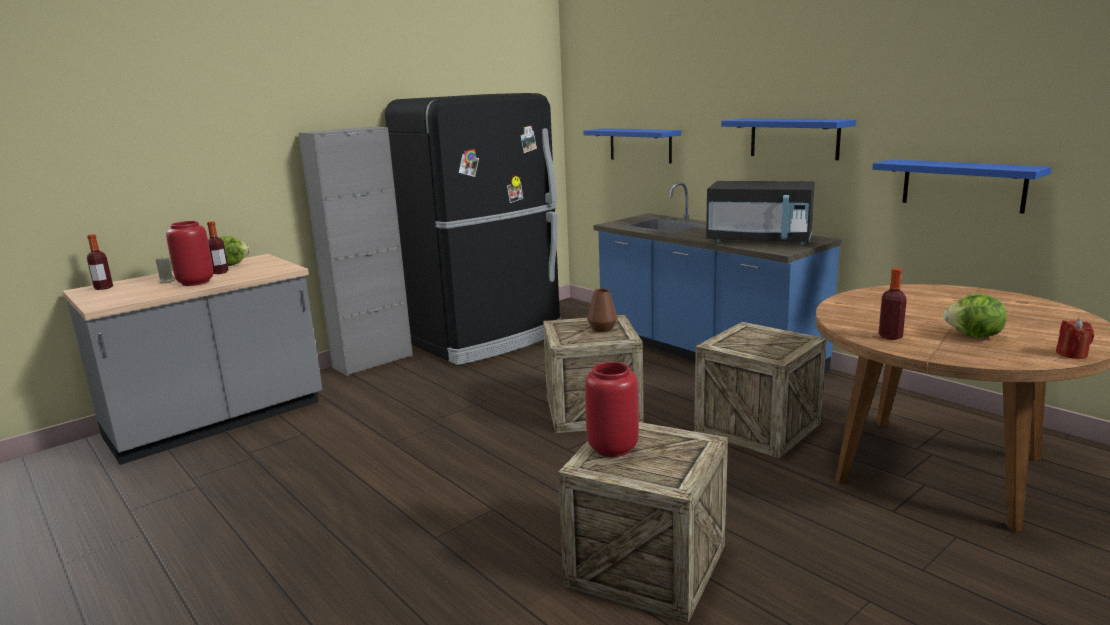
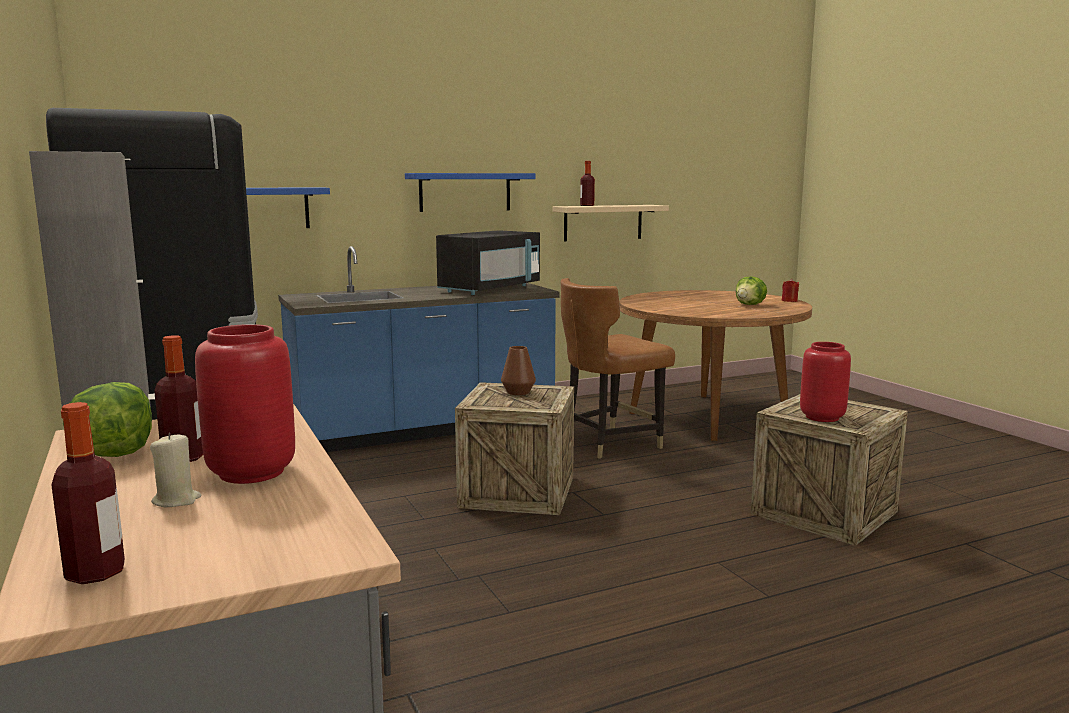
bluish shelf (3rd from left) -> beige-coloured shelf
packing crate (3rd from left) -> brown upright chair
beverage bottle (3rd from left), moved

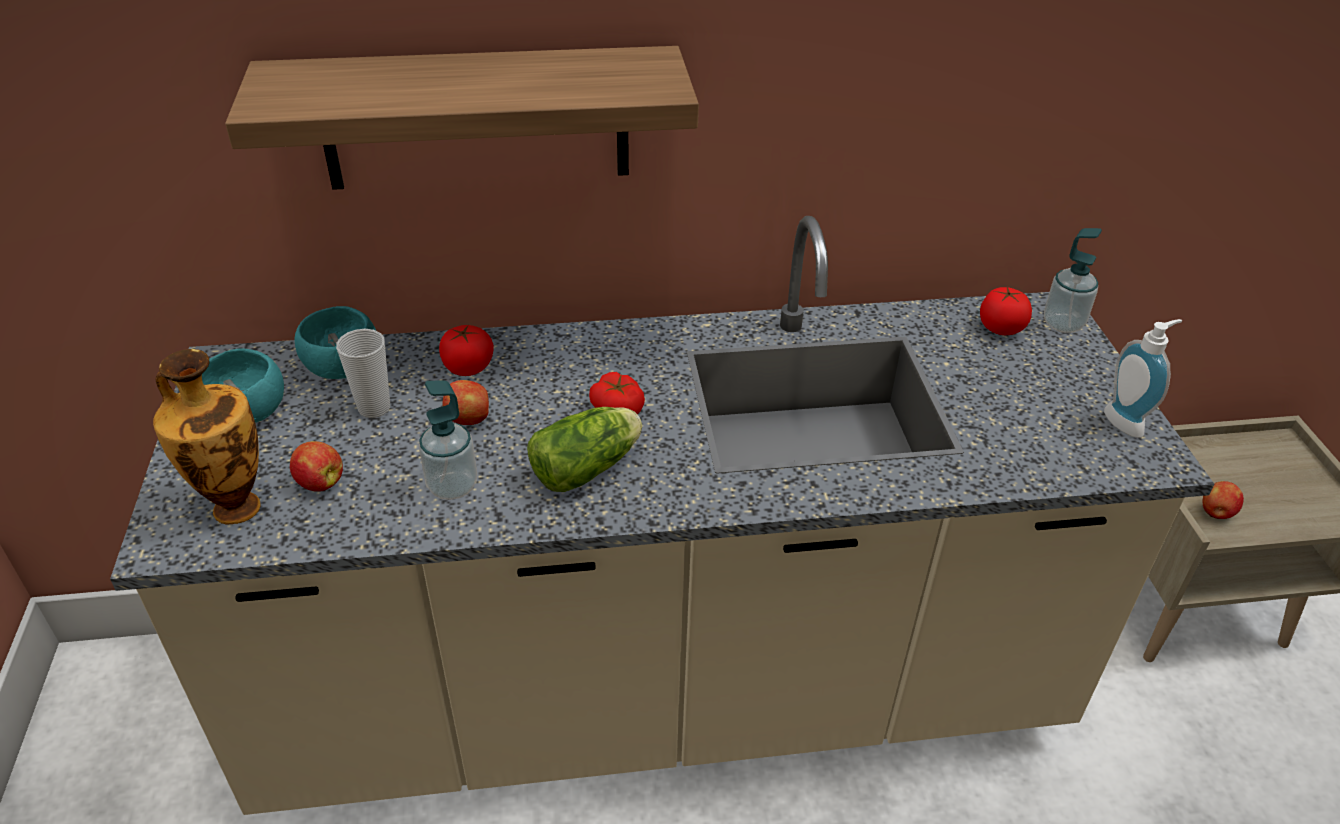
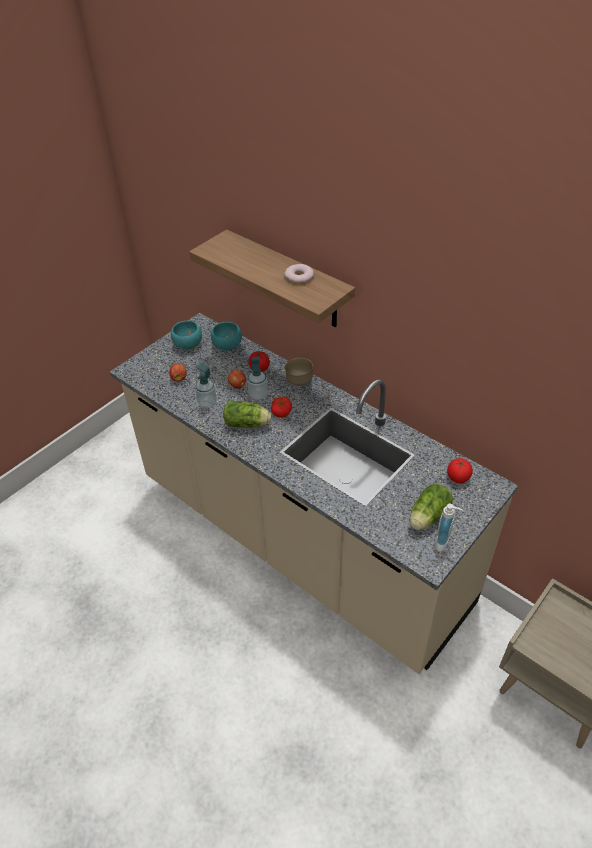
soap bottle (2nd from left), moved
none -> donut
none -> brown bowl
none -> lettuce (2nd from left)
decorative vase -> none
drinking cup -> none
apple (3rd from left) -> none

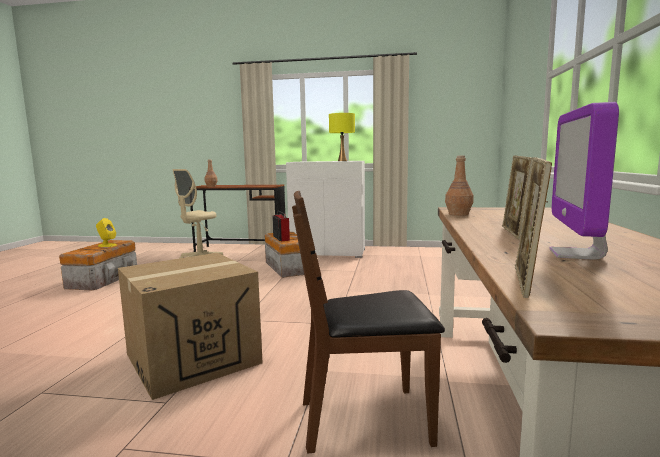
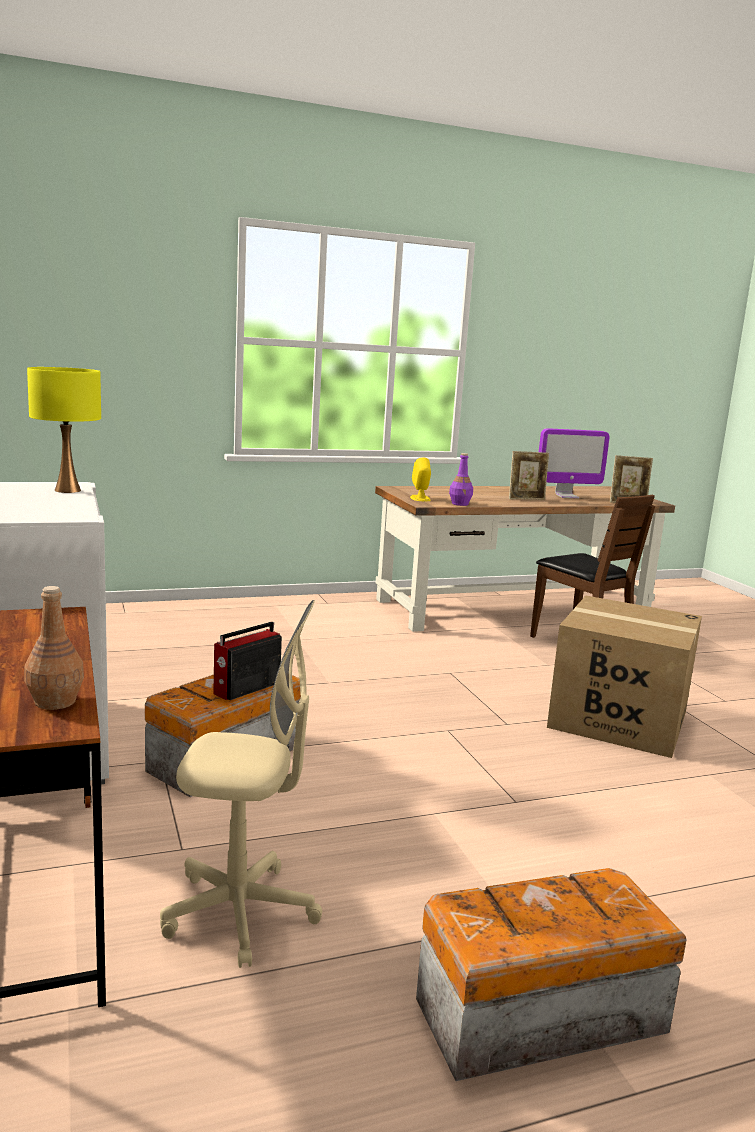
yellowish loudspeaker, moved
brown beverage bottle (2nd from left) -> purple-coloured beverage bottle

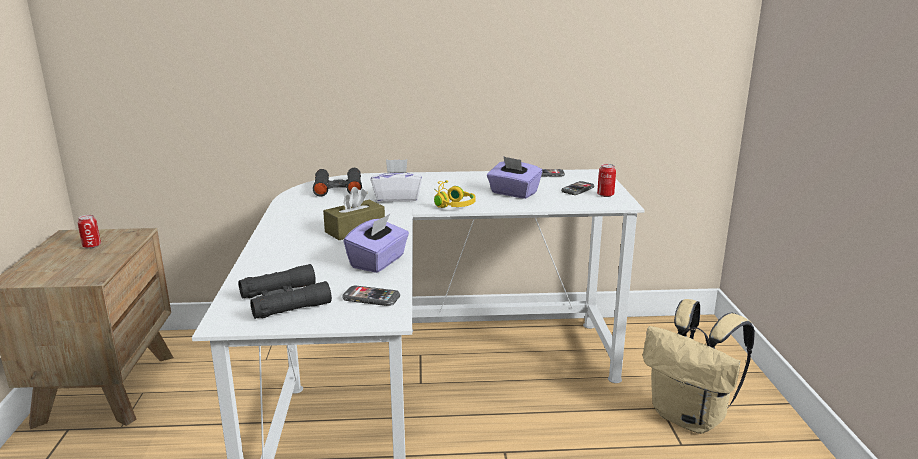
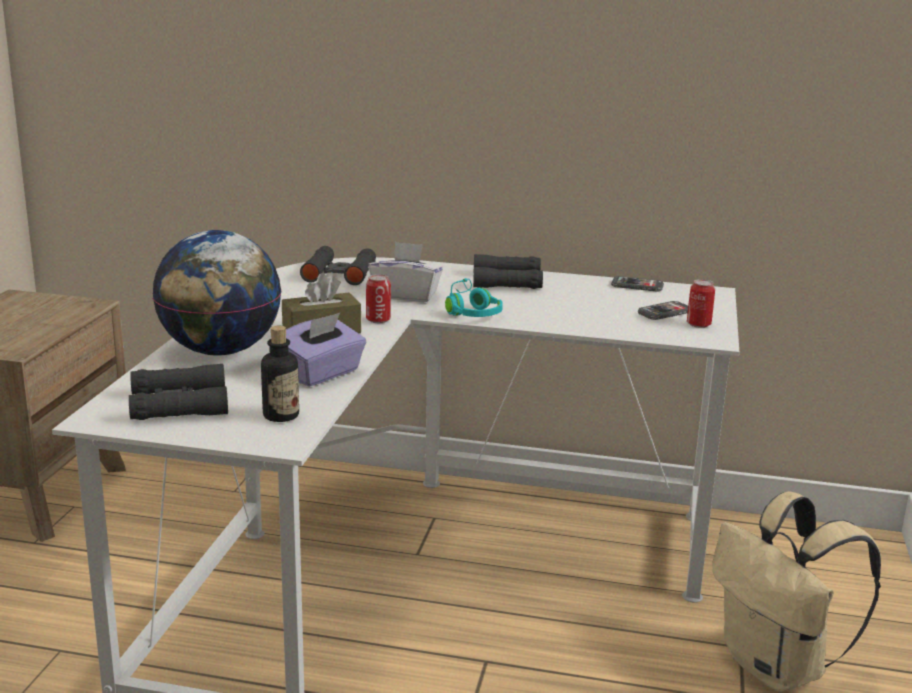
none -> desk globe
telephone (1st from left) -> beverage bottle
sealed can (1st from left), moved
yellowish pair of headphones -> turquoise pair of headphones
none -> black pair of binoculars (3rd from left)
purple-coloured box of tissues (2nd from left) -> none

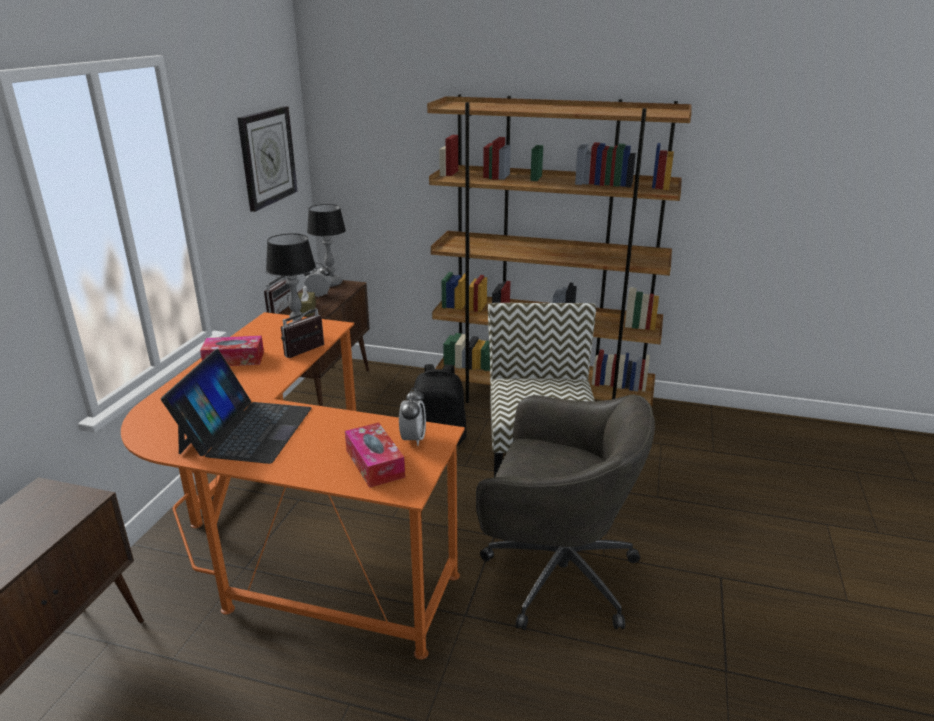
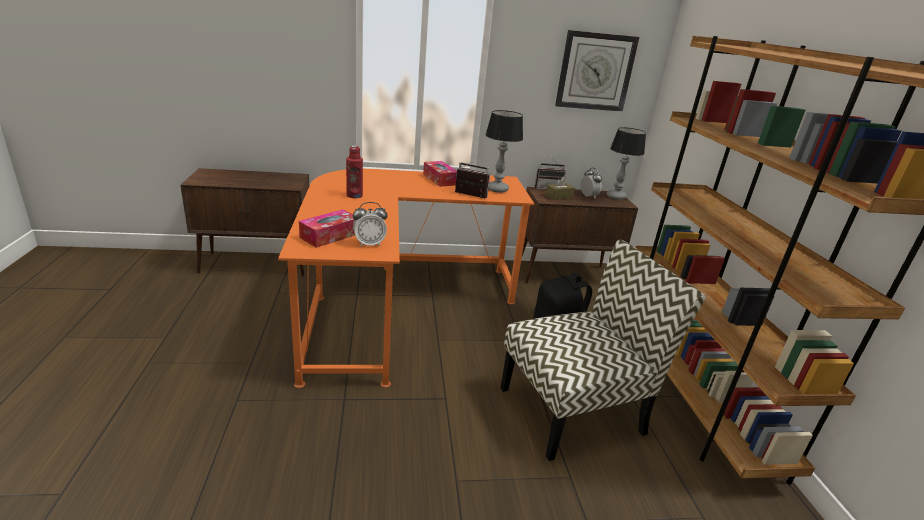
laptop -> red-coloured beverage bottle
greyish computer chair -> none

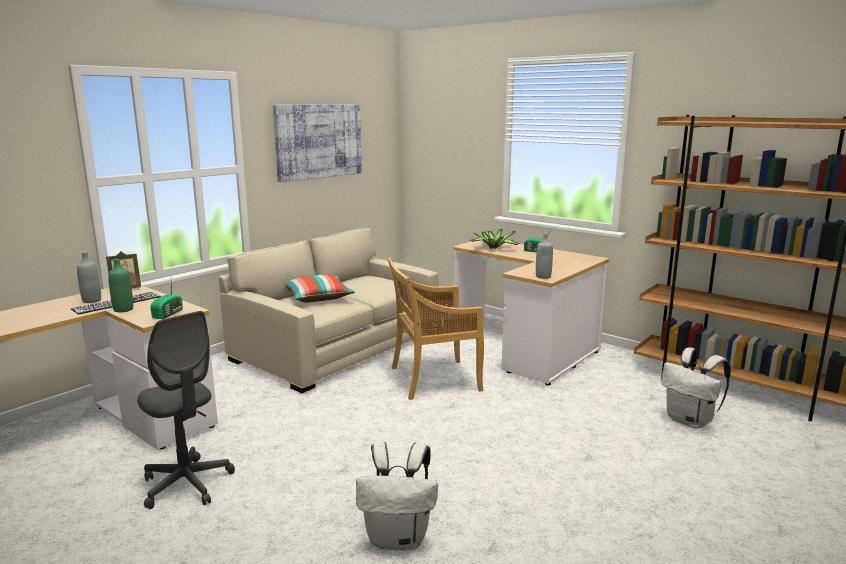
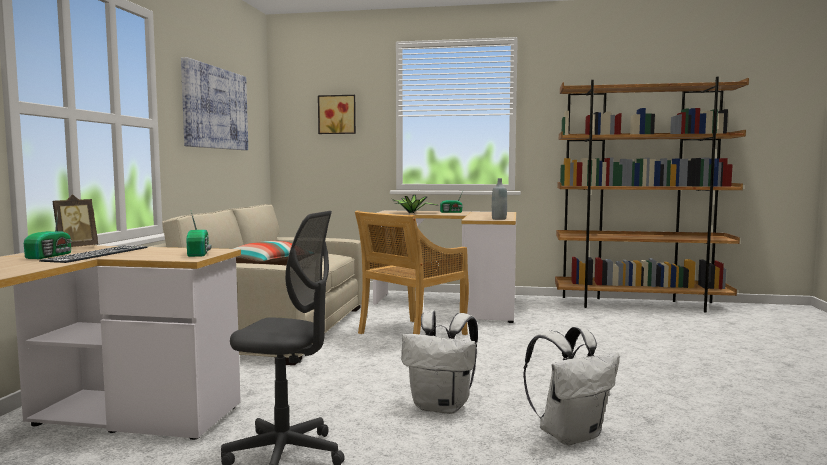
greyish beverage bottle (1st from left) -> radio set (1st from left)
none -> wall picture (2nd from left)
whitish rucksack (2nd from left in the first image) -> whitish rucksack (1st from left), moved
greenish beverage bottle -> none

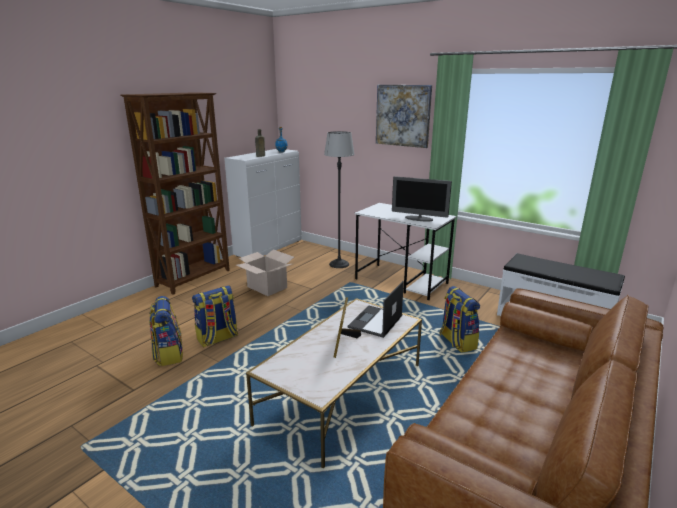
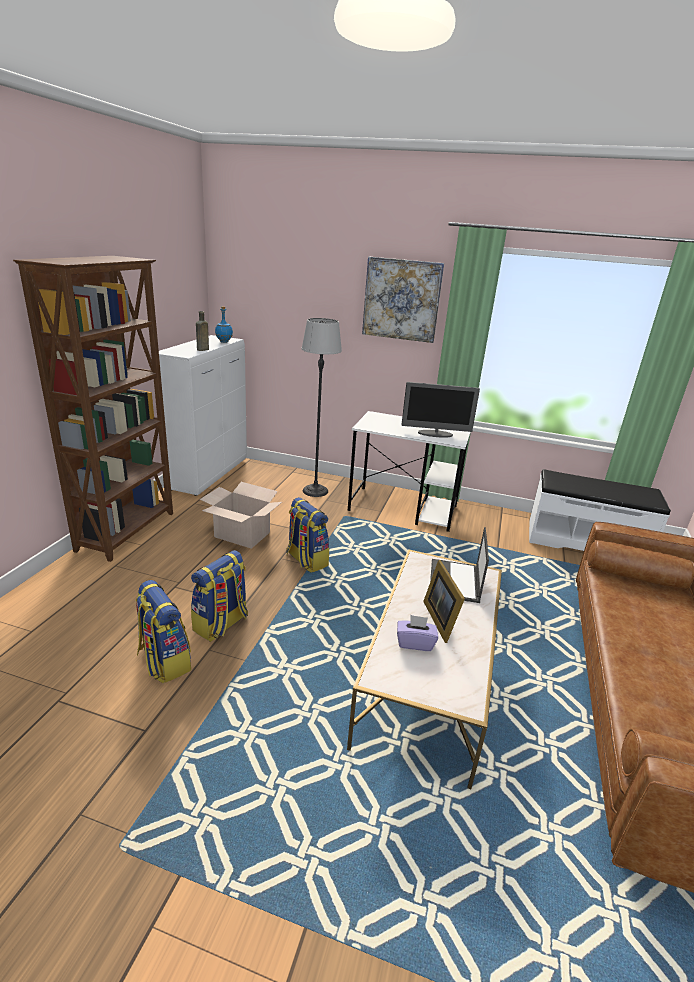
rucksack (3rd from left), moved
none -> purple-coloured box of tissues

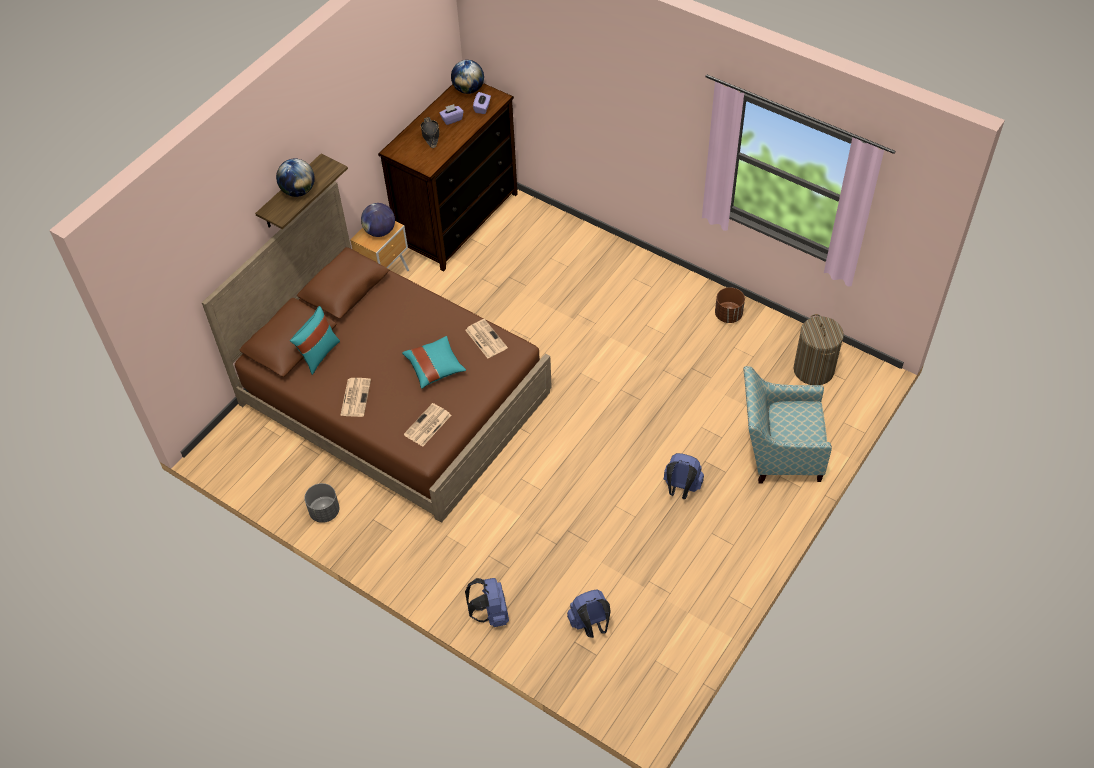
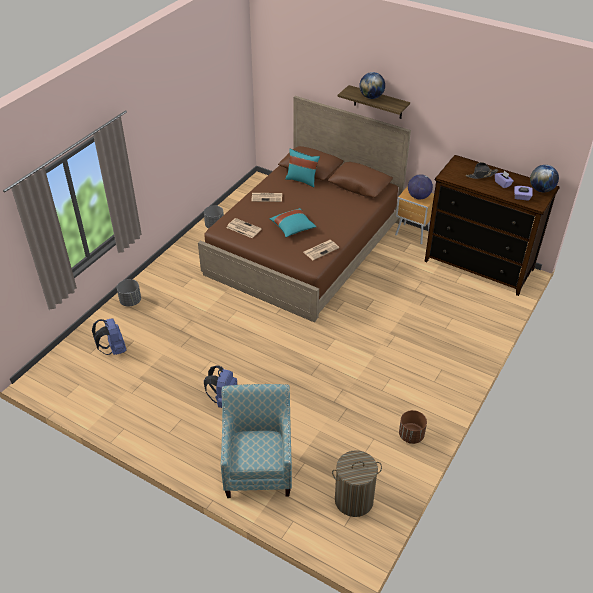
bluish rucksack (1st from left) -> greyish plant pot (1st from left)

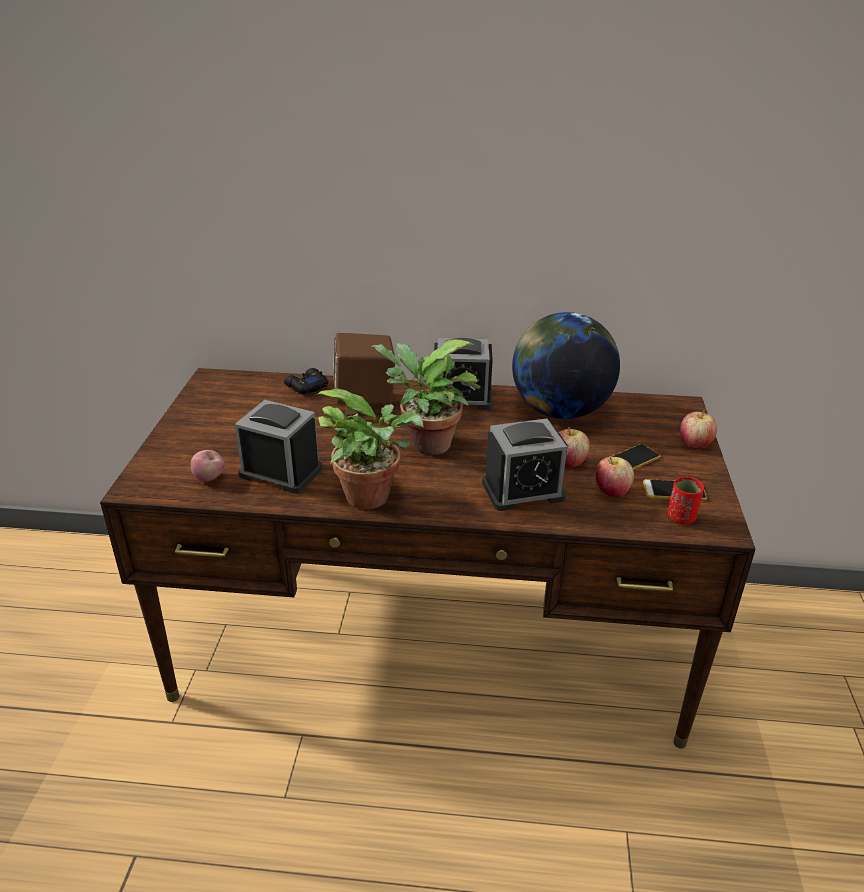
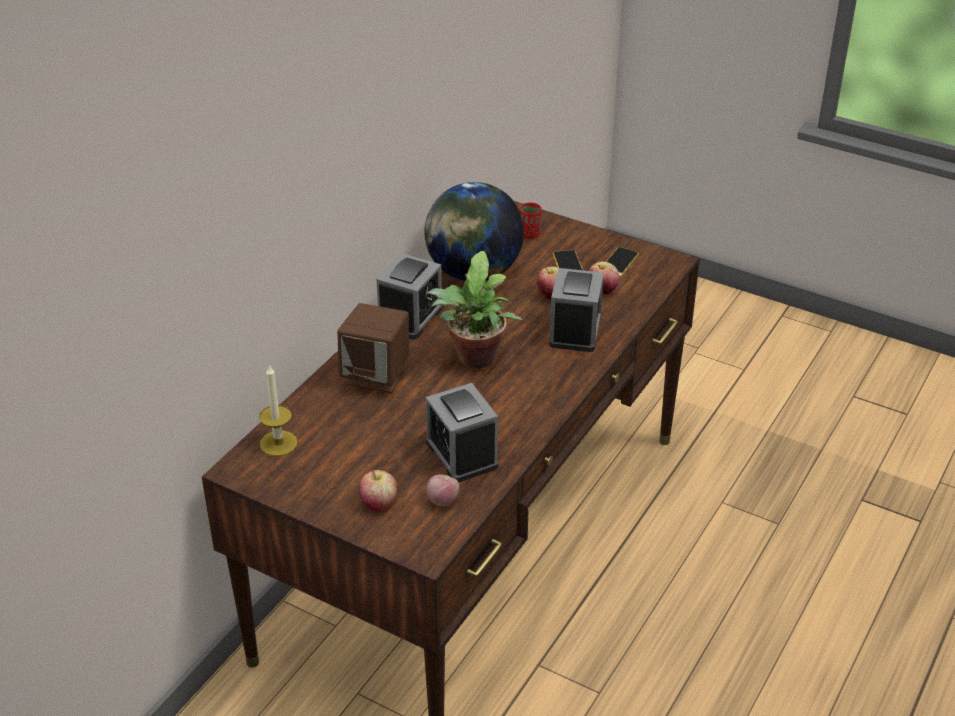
none -> wax light
apple (4th from left in the first image) -> apple (1st from left), moved
alarm clock (1st from left in the first image) -> alarm clock (2nd from left), 75 degrees counterclockwise
red-coloured drinking cup, moved
black joypad -> none
potted plant (1st from left) -> none

